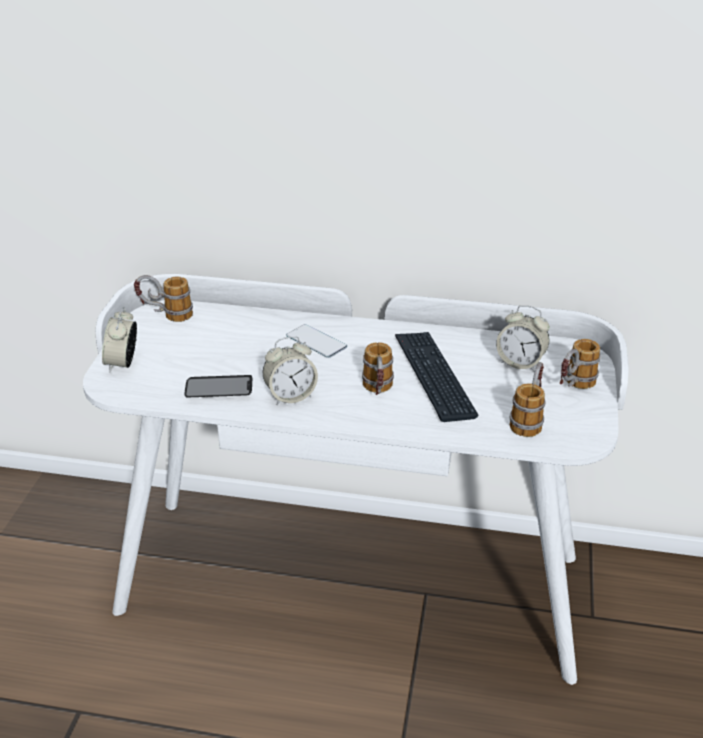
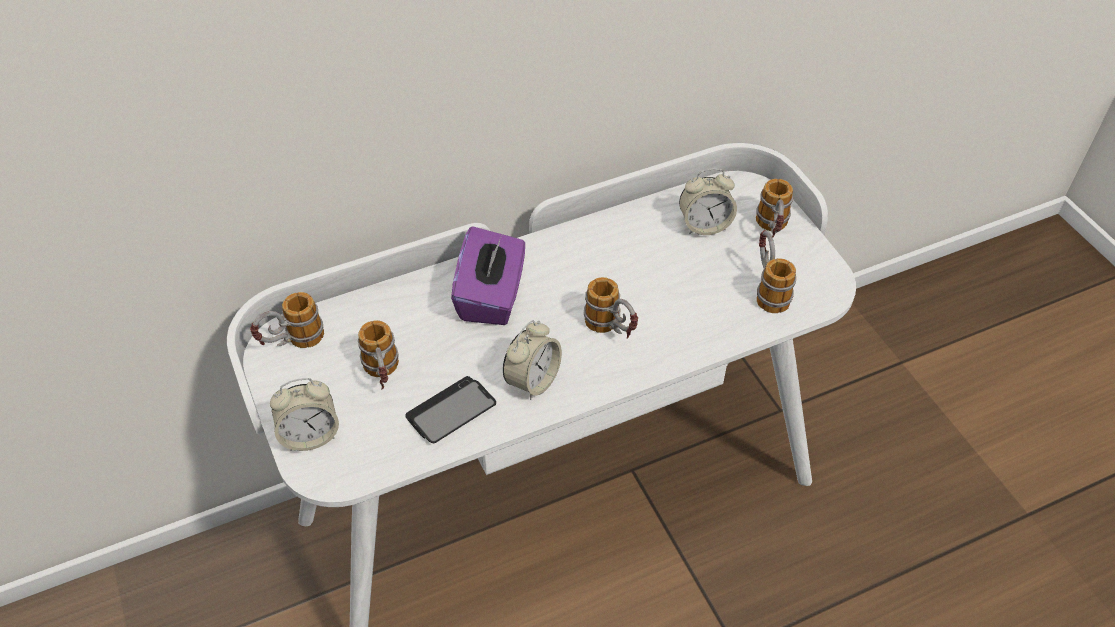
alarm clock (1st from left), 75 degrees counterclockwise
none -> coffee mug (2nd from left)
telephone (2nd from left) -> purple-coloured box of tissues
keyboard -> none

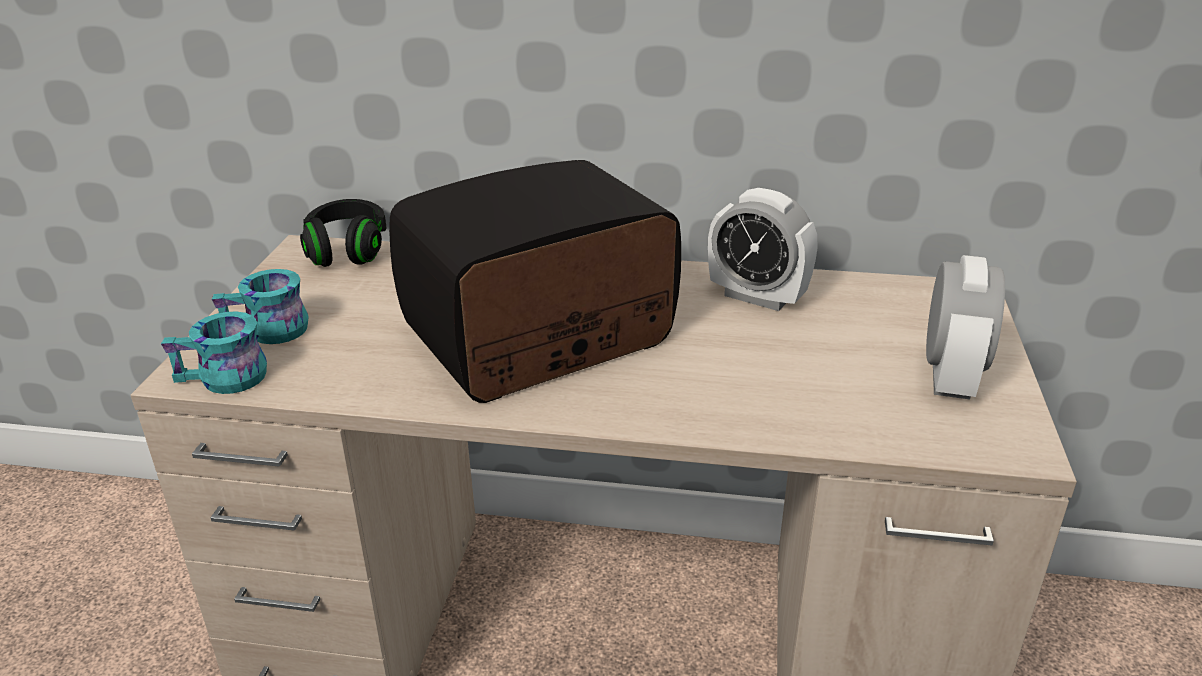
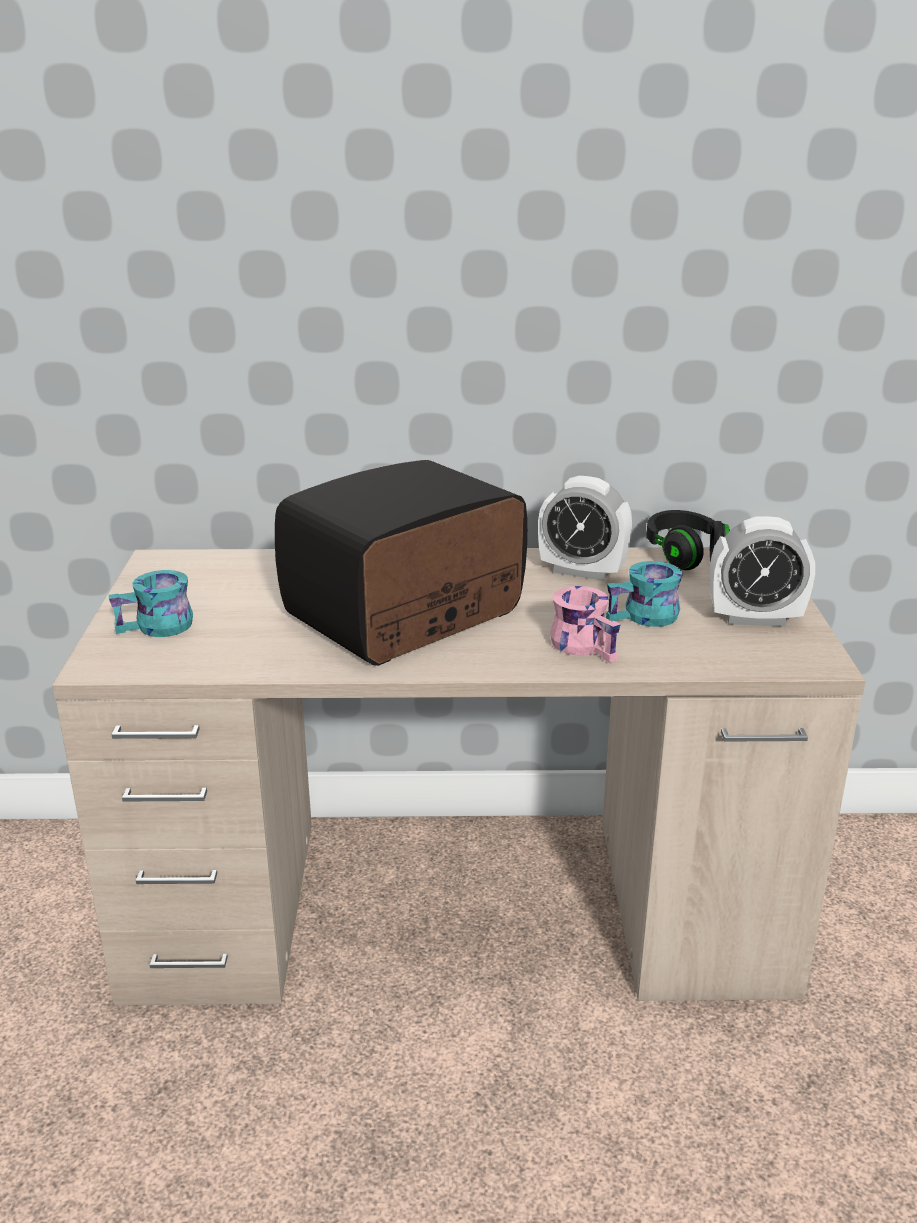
none -> pink-coloured coffee mug
turquoise coffee mug (1st from left in the first image) -> turquoise coffee mug (2nd from left), moved
black pair of headphones, moved
alarm clock (2nd from left), 90 degrees clockwise

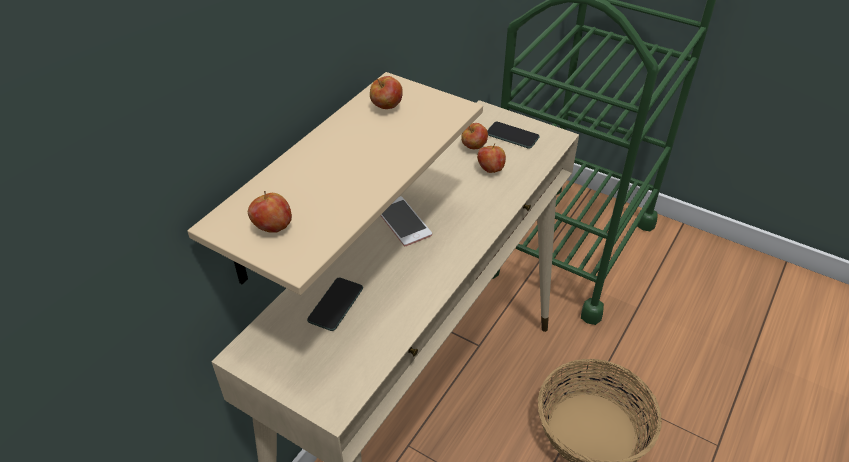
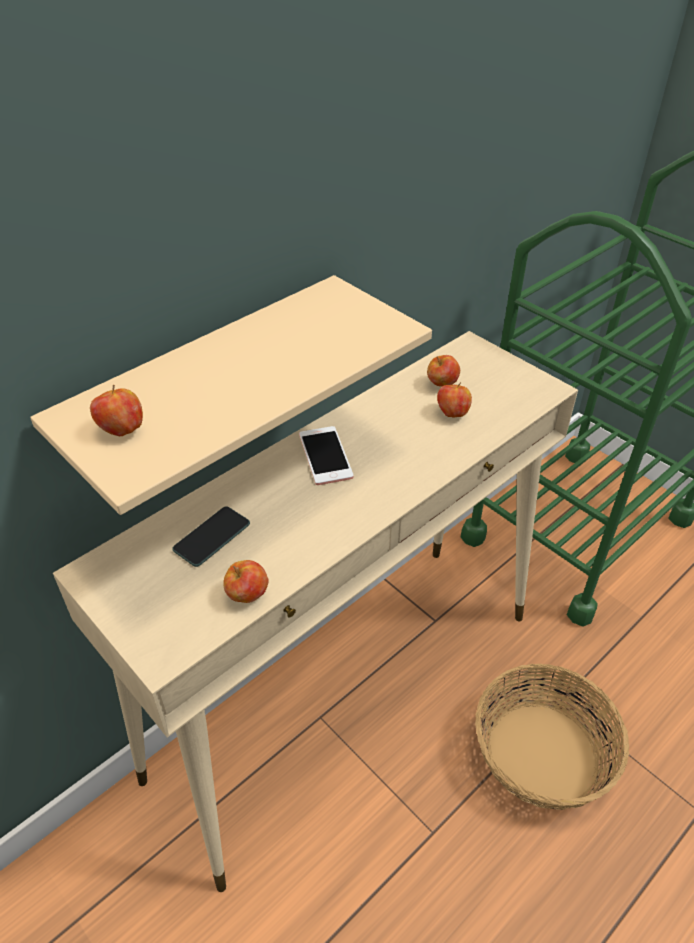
apple (2nd from left), moved
telephone (3rd from left) -> none

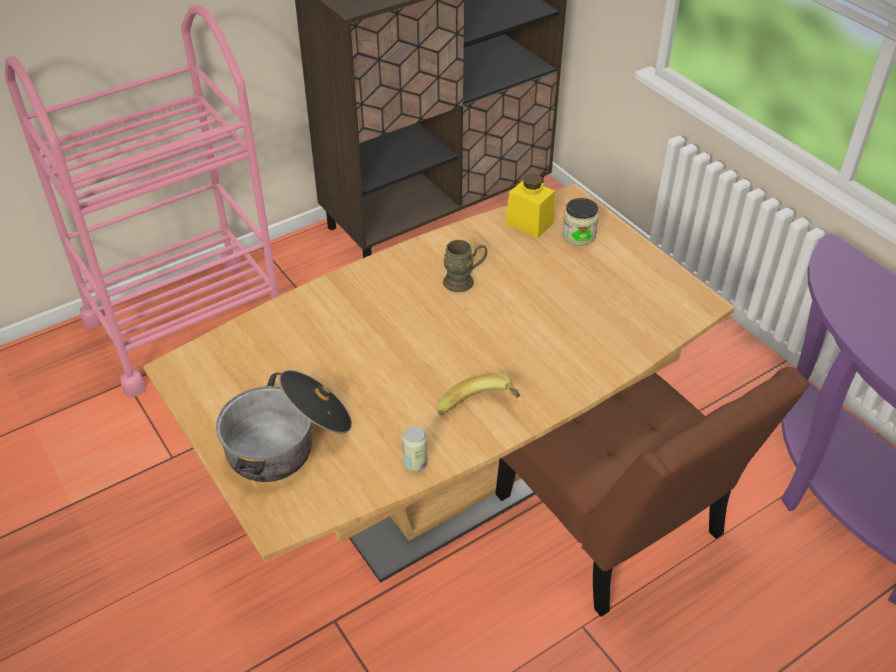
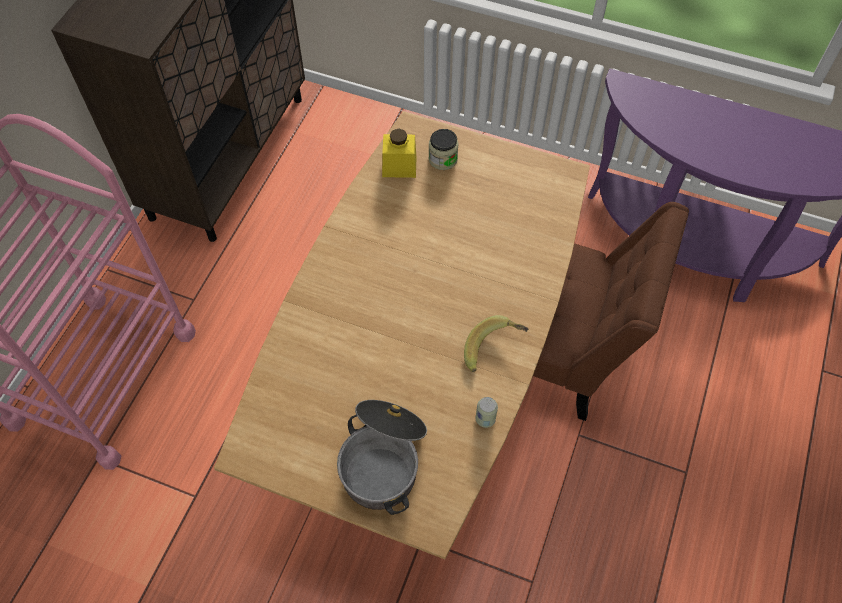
brown coffee mug -> none

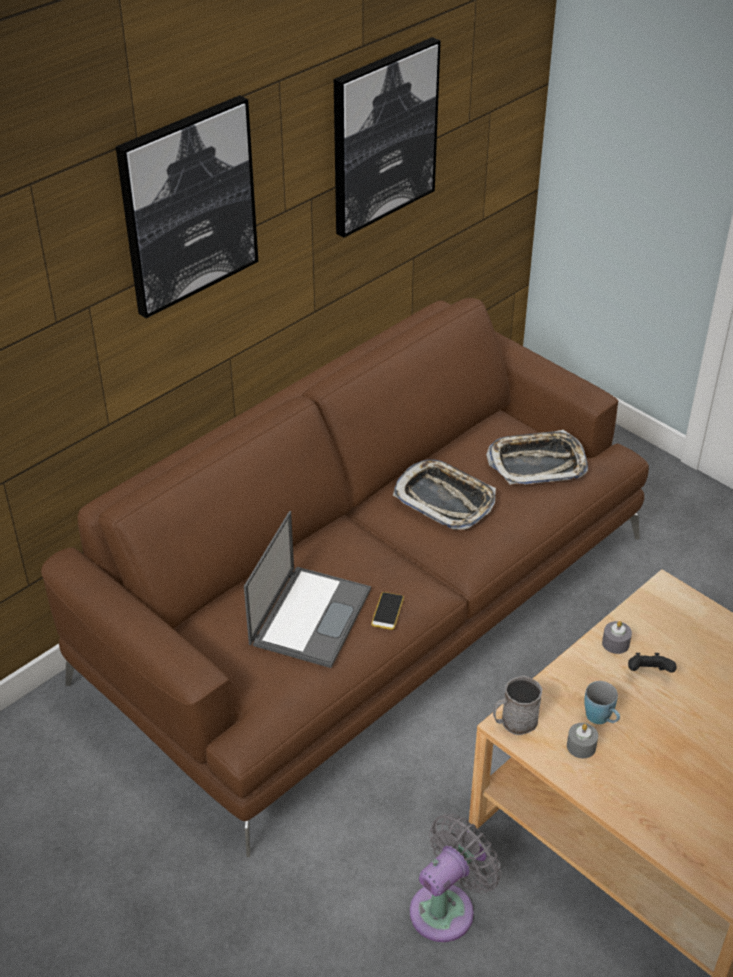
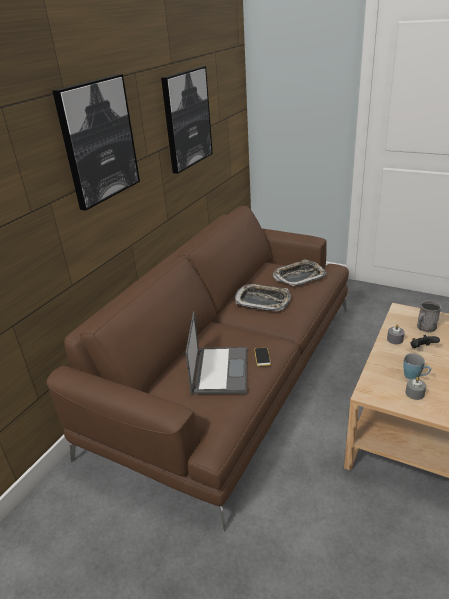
greyish coffee mug, moved
greyish electric fan -> none

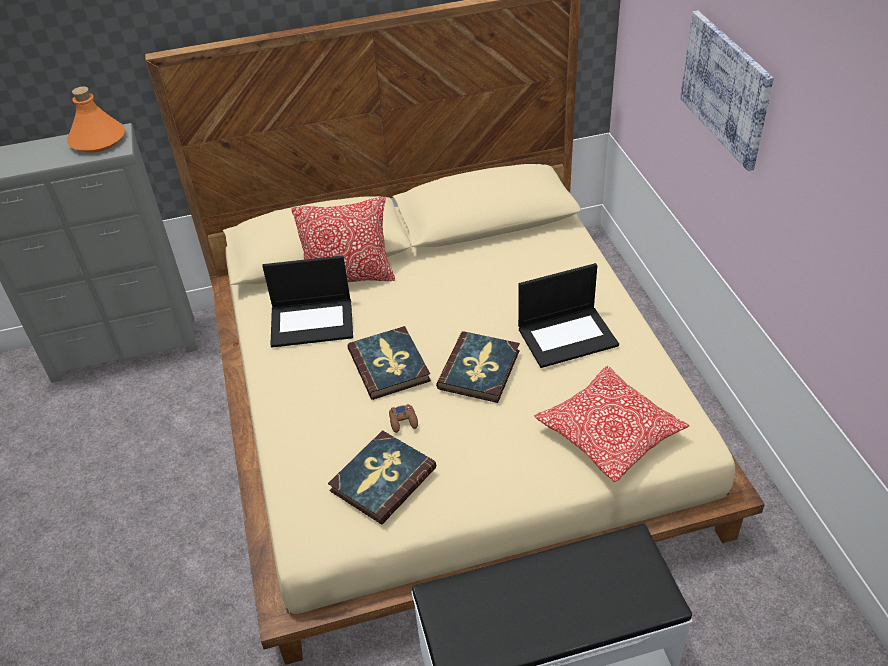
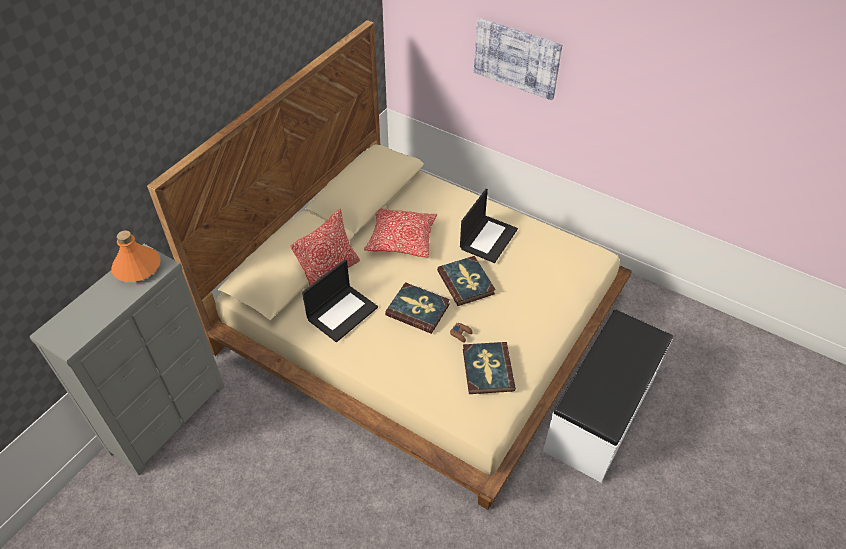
pillow (2nd from left), moved

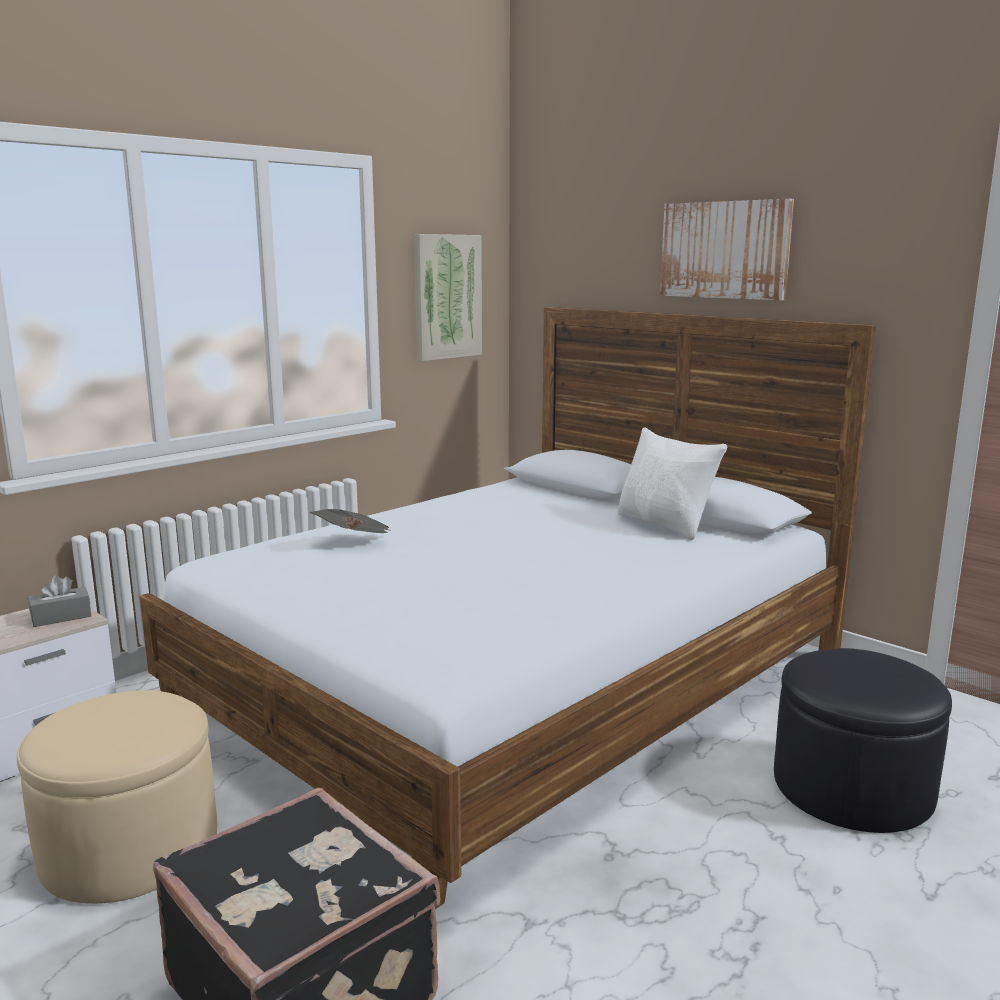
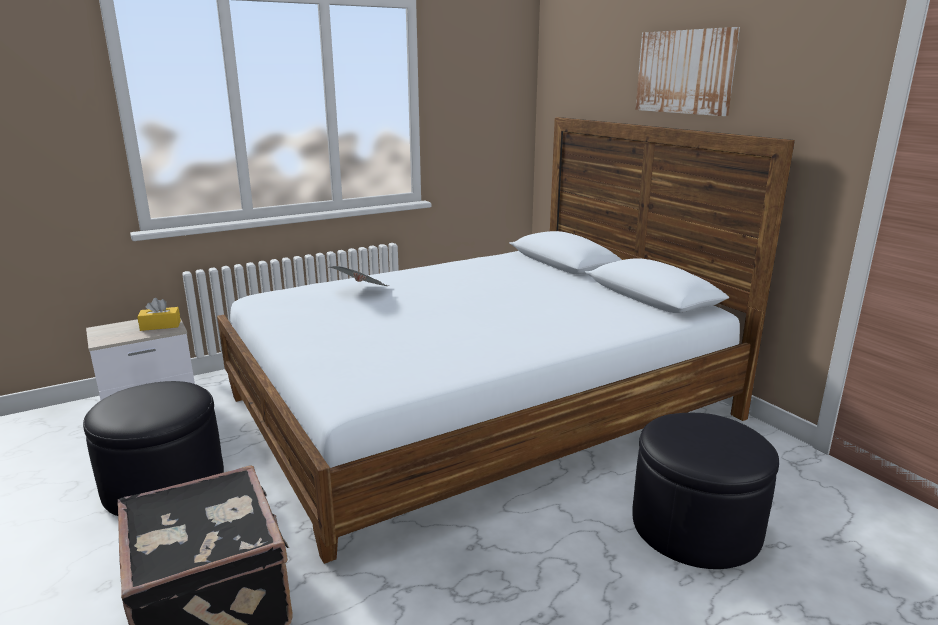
beige-coloured ottoman -> black ottoman (1st from left)
greyish box of tissues -> yellowish box of tissues
wall picture (1st from left) -> none
whitish pillow -> none

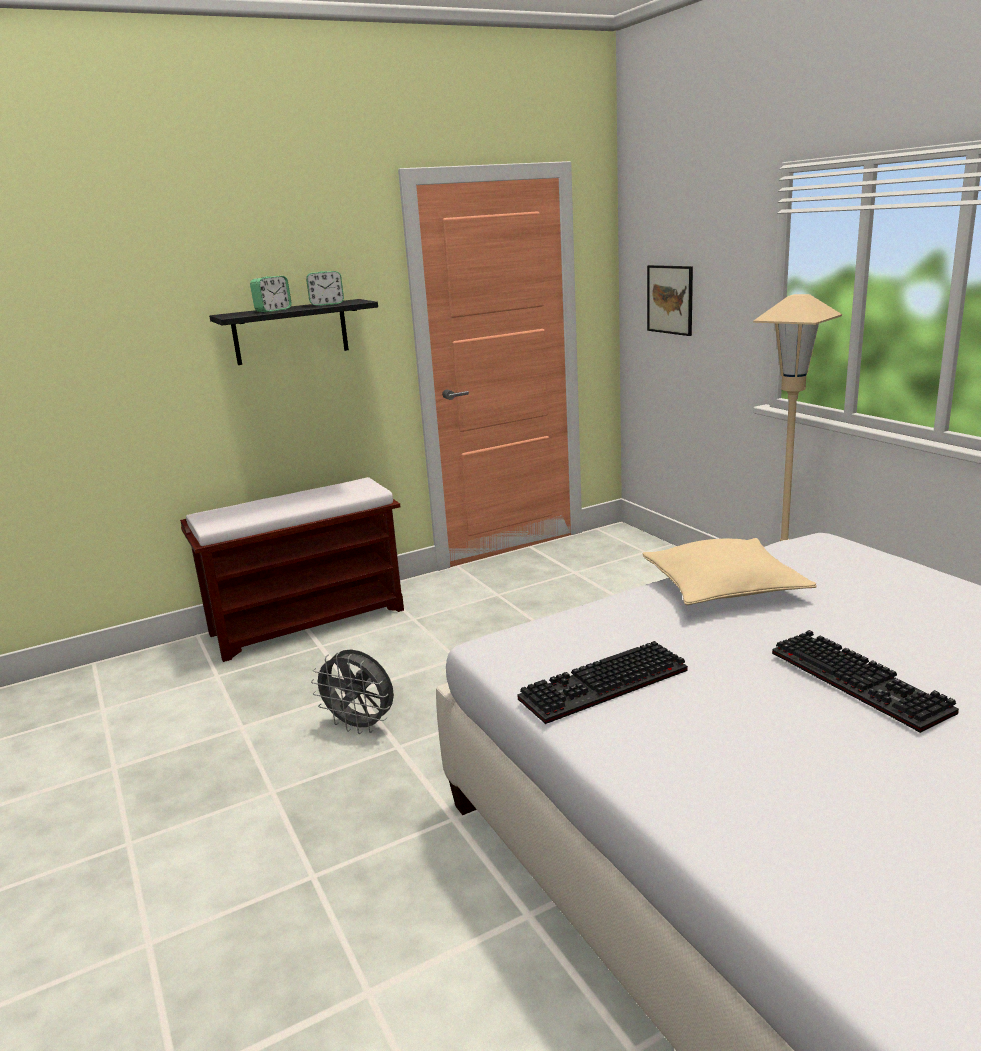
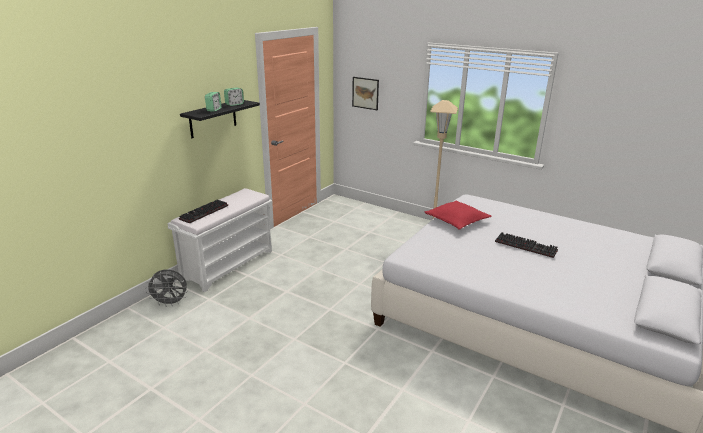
greyish electric fan, moved
brown indoor bench -> whitish indoor bench
keyboard (1st from left), moved
beige-coloured pillow -> red-coloured pillow

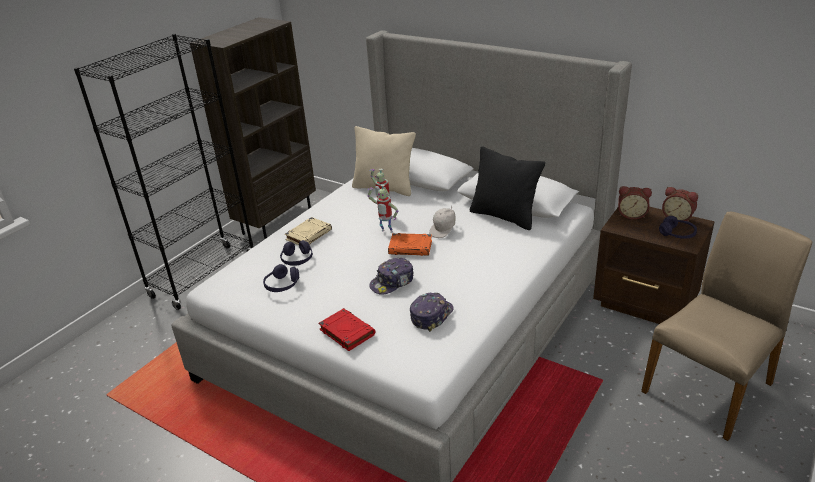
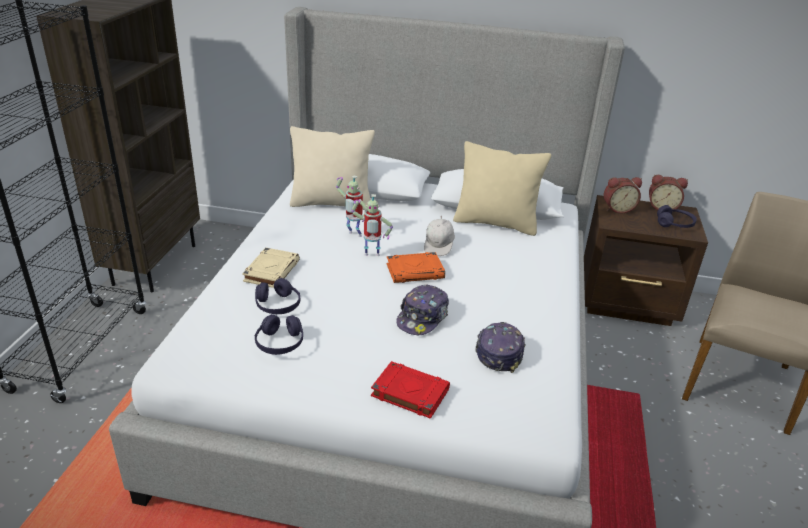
black pillow -> beige-coloured pillow (2nd from left)

